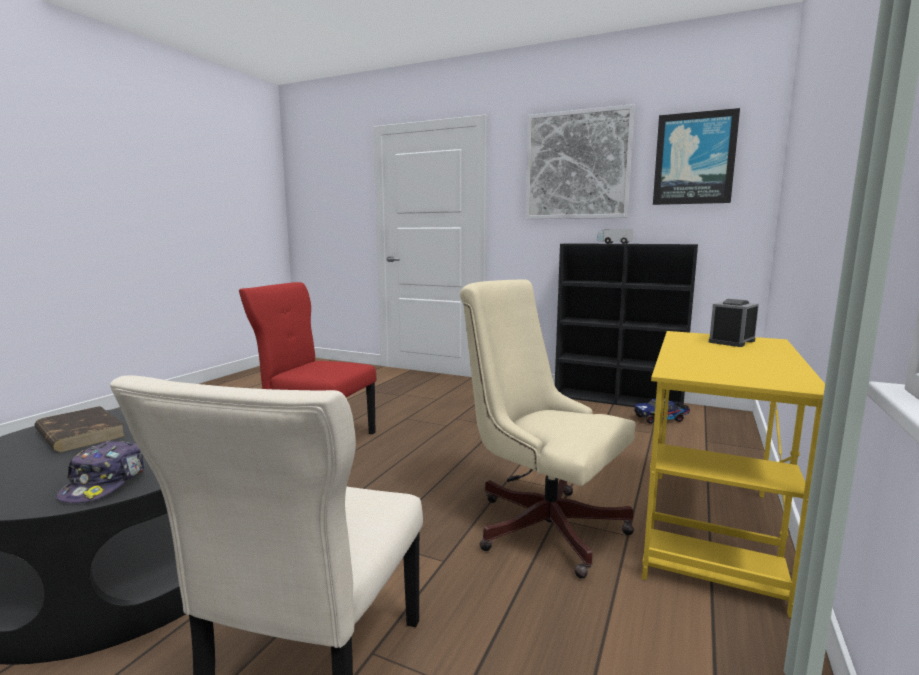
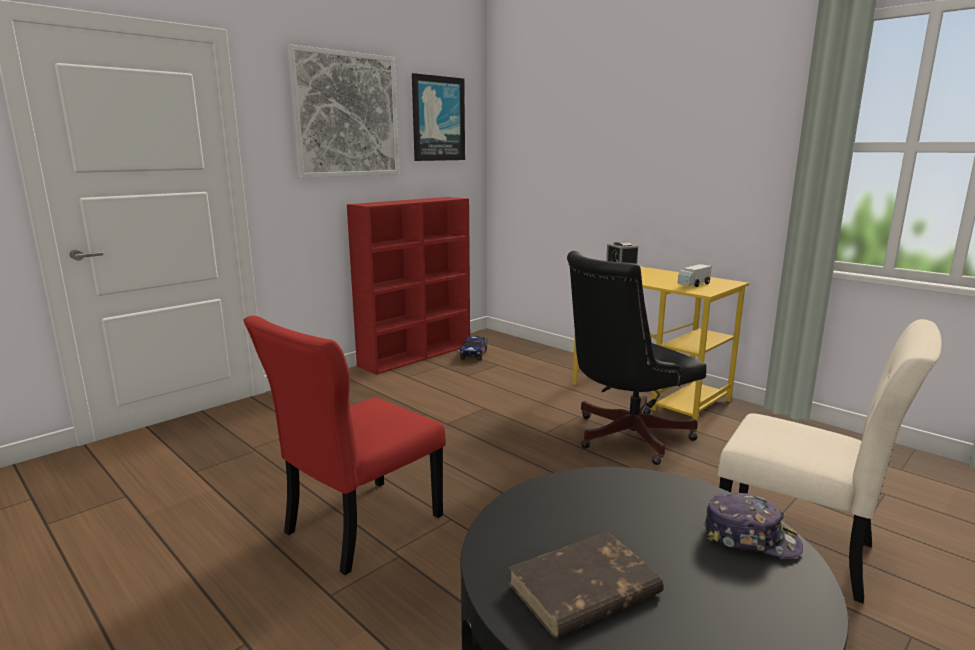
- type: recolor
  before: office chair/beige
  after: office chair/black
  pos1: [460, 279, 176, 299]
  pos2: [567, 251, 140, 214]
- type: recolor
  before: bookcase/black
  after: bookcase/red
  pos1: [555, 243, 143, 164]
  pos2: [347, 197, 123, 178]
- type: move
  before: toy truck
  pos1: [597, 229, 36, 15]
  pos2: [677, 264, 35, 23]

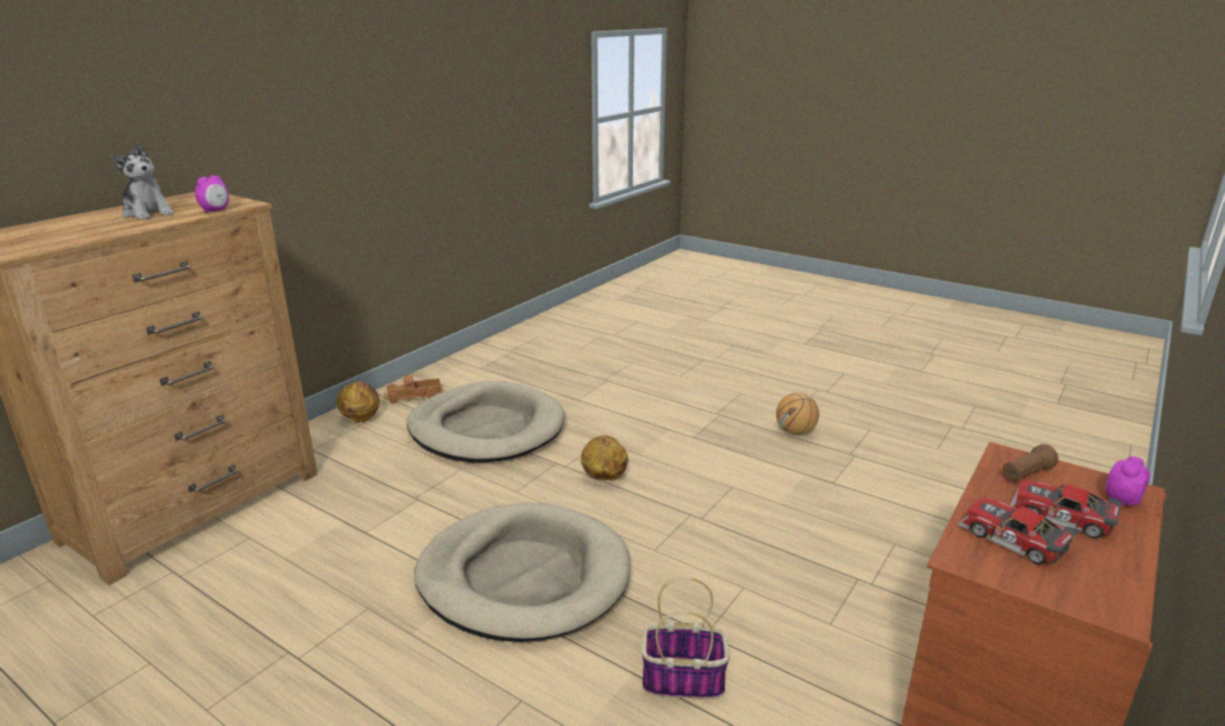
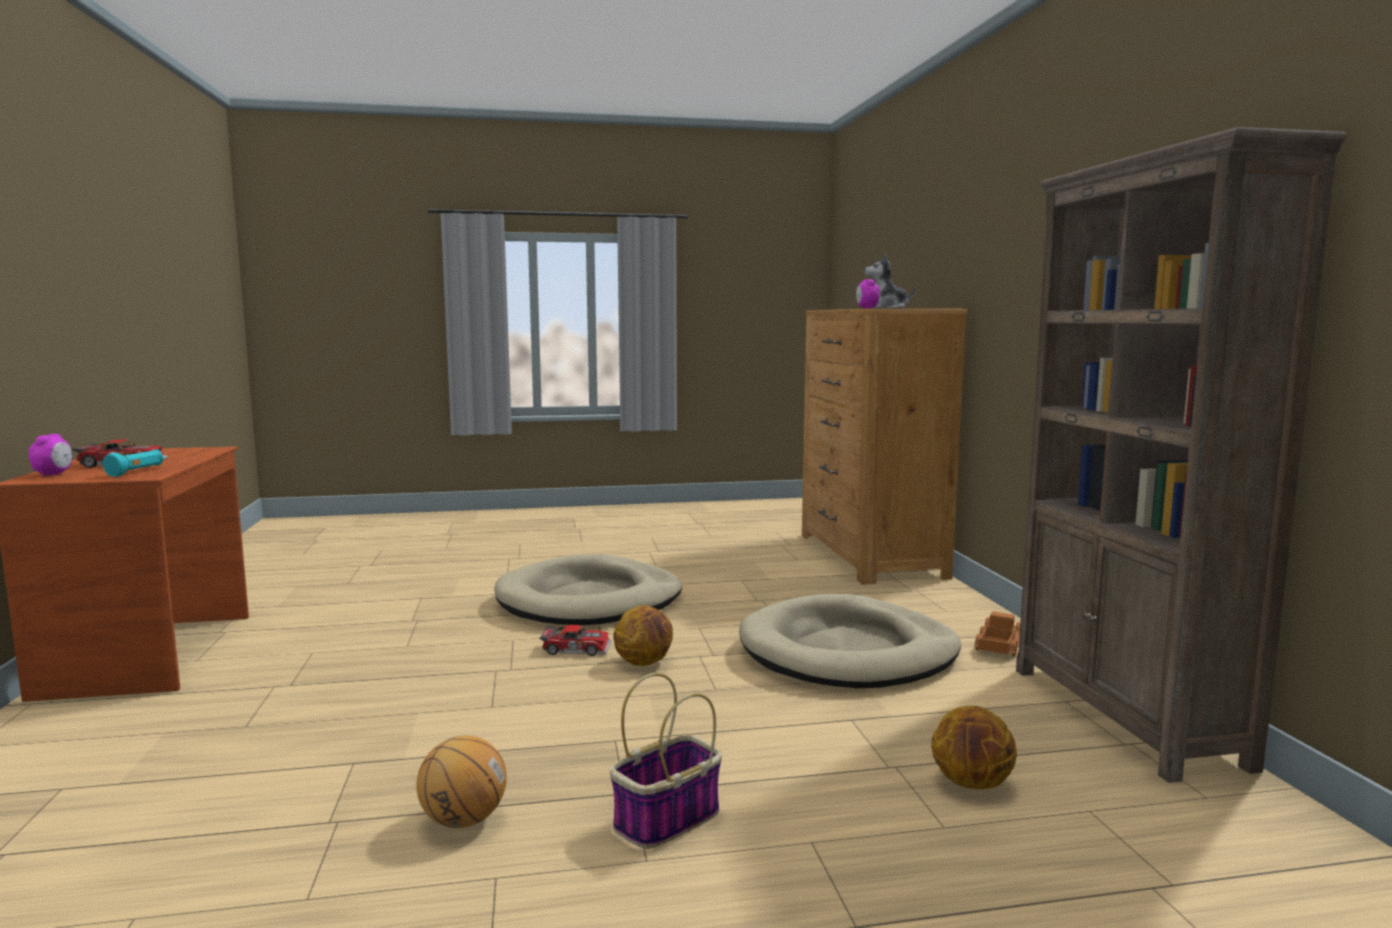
- type: move
  before: basketball
  pos1: [336, 382, 44, 41]
  pos2: [931, 706, 86, 83]
- type: move
  before: basket
  pos1: [641, 577, 89, 122]
  pos2: [610, 673, 112, 176]
- type: move
  before: toy car
  pos1: [958, 498, 121, 67]
  pos2: [540, 625, 72, 31]
- type: recolor
  before: flashlight/brown
  after: flashlight/turquoise
  pos1: [1002, 444, 56, 37]
  pos2: [103, 449, 61, 28]
- type: insert
  after: bookcase/brown
  pos2: [1016, 127, 331, 656]

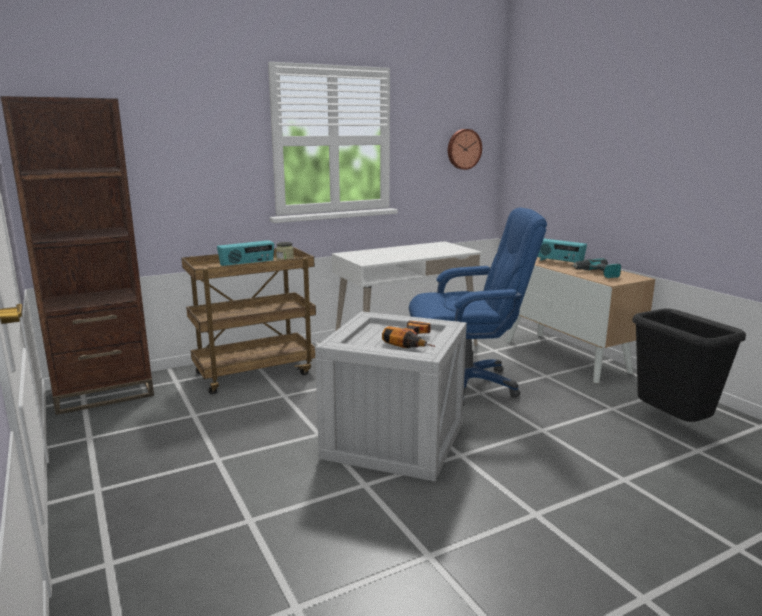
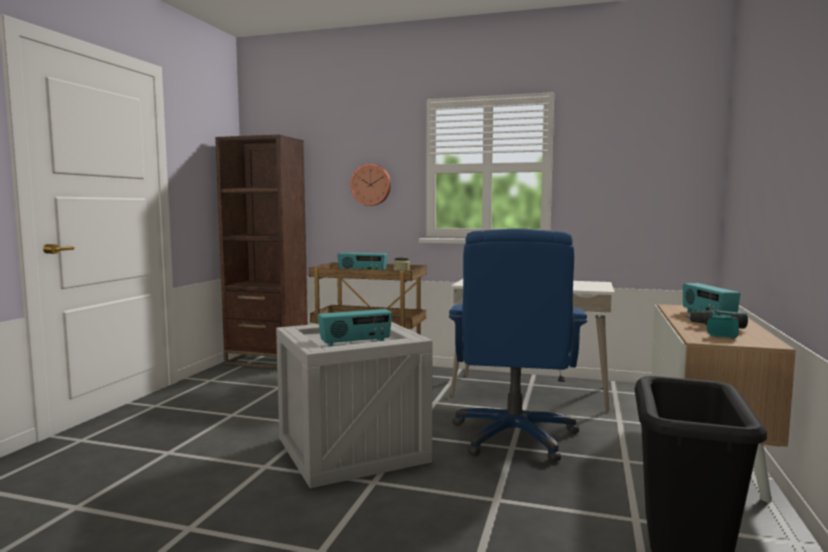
- type: replace
  before: power drill
  after: radio
  pos1: [382, 320, 53, 28]
  pos2: [318, 309, 74, 38]
- type: rotate
  before: office chair/blue
  pos1: [409, 207, 138, 200]
  pos2: [449, 228, 138, 234]
  turn: 60
- type: move
  before: wall clock
  pos1: [448, 129, 34, 41]
  pos2: [350, 164, 41, 42]

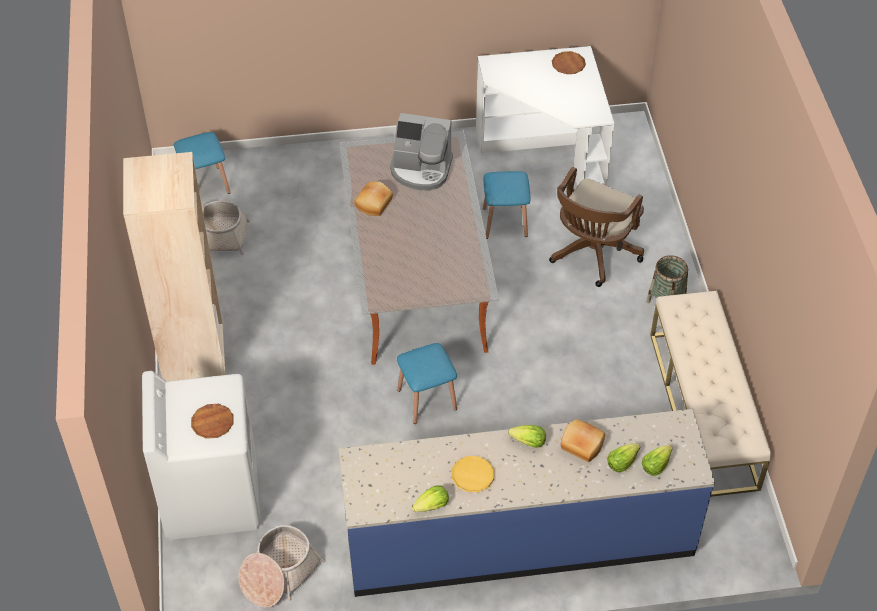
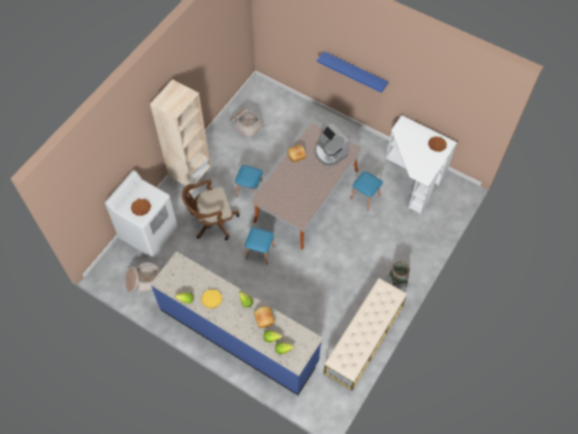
- type: move
  before: stool/blue
  pos1: [174, 132, 57, 62]
  pos2: [235, 165, 28, 31]
- type: move
  before: office chair/brown
  pos1: [549, 167, 95, 120]
  pos2: [182, 179, 57, 61]
- type: insert
  after: shelf/blue
  pos2: [317, 52, 71, 41]

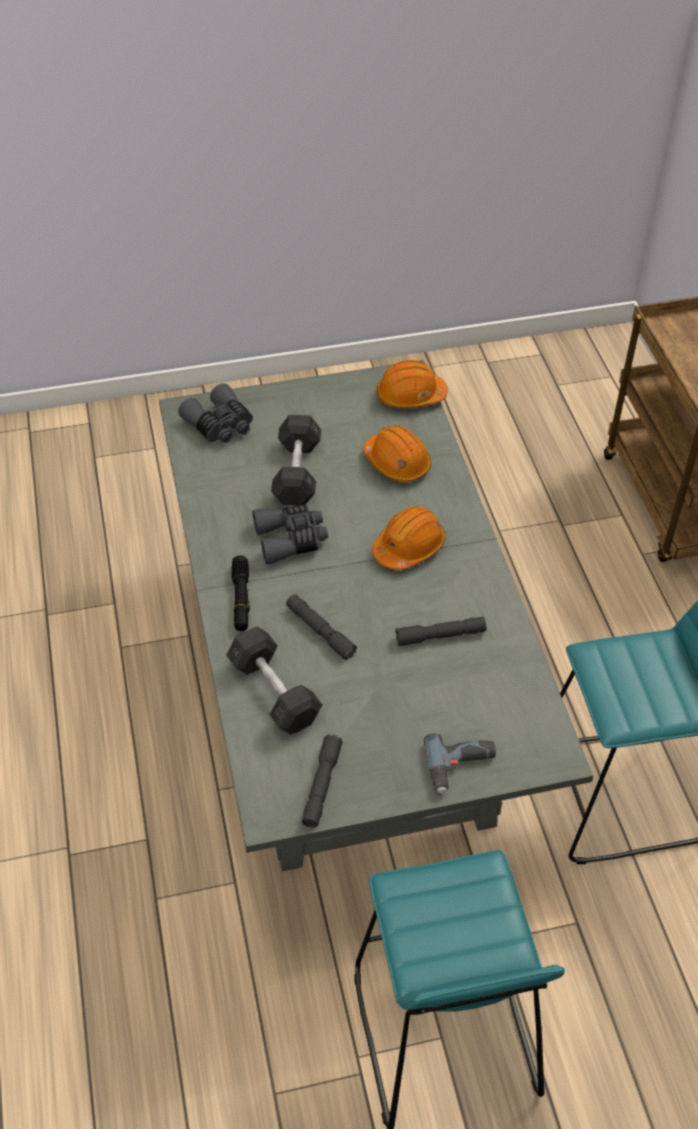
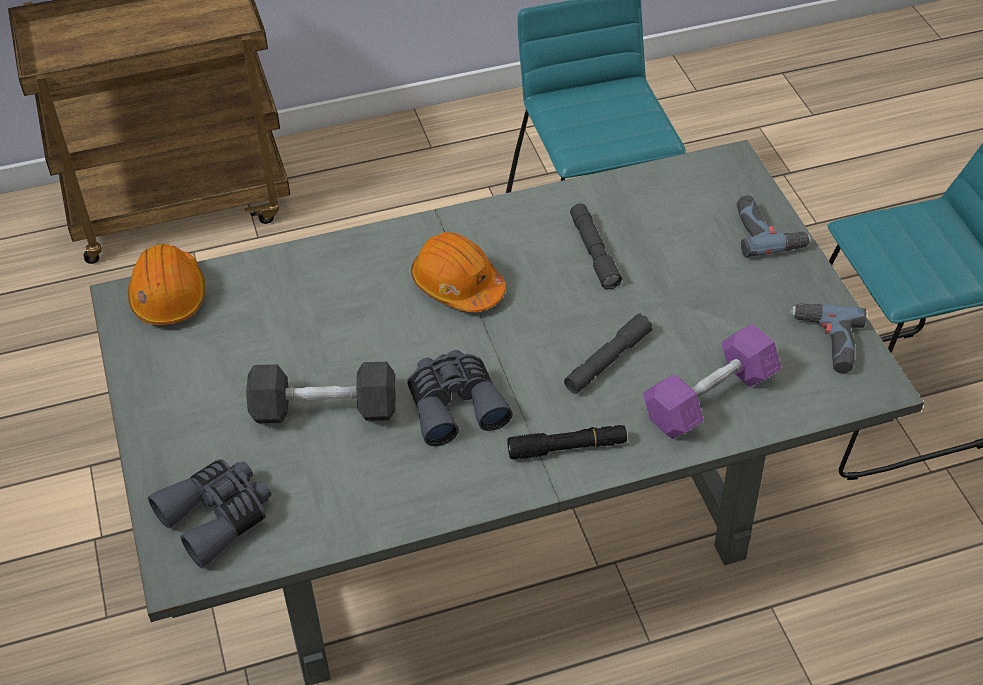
- type: recolor
  before: dumbbell/grey
  after: dumbbell/purple
  pos1: [226, 626, 96, 108]
  pos2: [643, 324, 138, 115]
- type: replace
  before: flashlight/grey
  after: power drill
  pos1: [302, 734, 41, 94]
  pos2: [790, 303, 76, 70]
- type: delete
  before: hard hat/orange
  pos1: [363, 425, 68, 57]

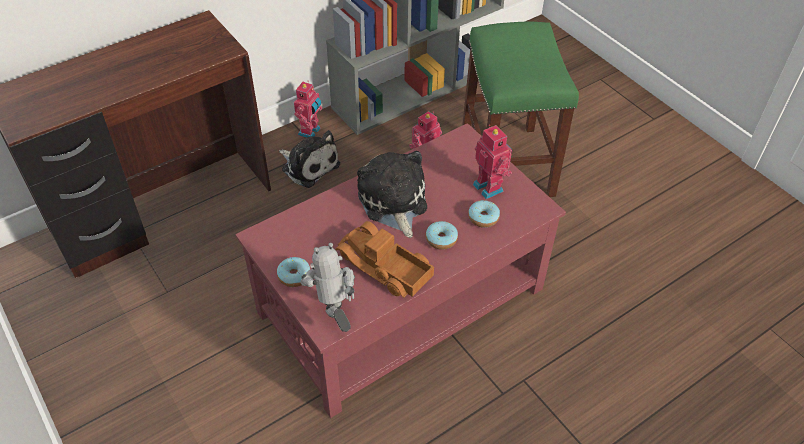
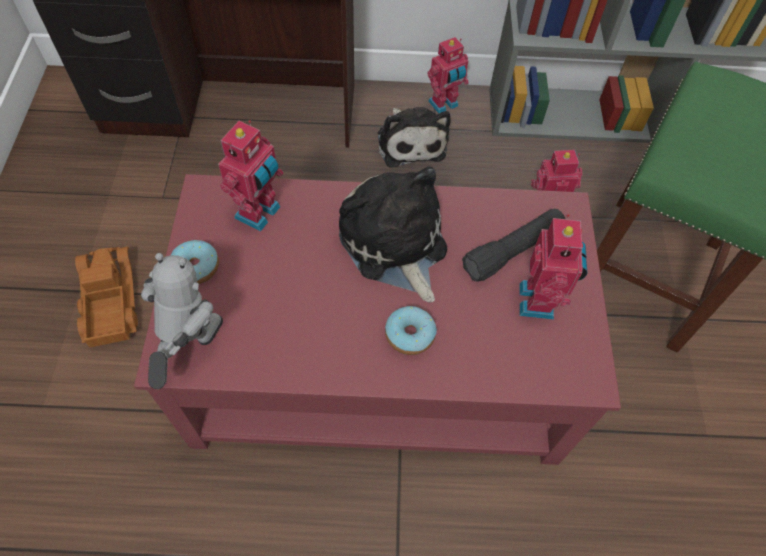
- type: move
  before: toy truck
  pos1: [335, 221, 99, 77]
  pos2: [75, 247, 63, 101]
- type: rotate
  before: plush toy
  pos1: [357, 151, 70, 87]
  pos2: [339, 166, 108, 136]
  turn: -45
- type: delete
  before: donut
  pos1: [468, 200, 32, 28]
- type: insert
  after: toy robot
  pos2: [218, 120, 65, 112]
- type: insert
  after: flashlight/black
  pos2: [462, 209, 103, 72]

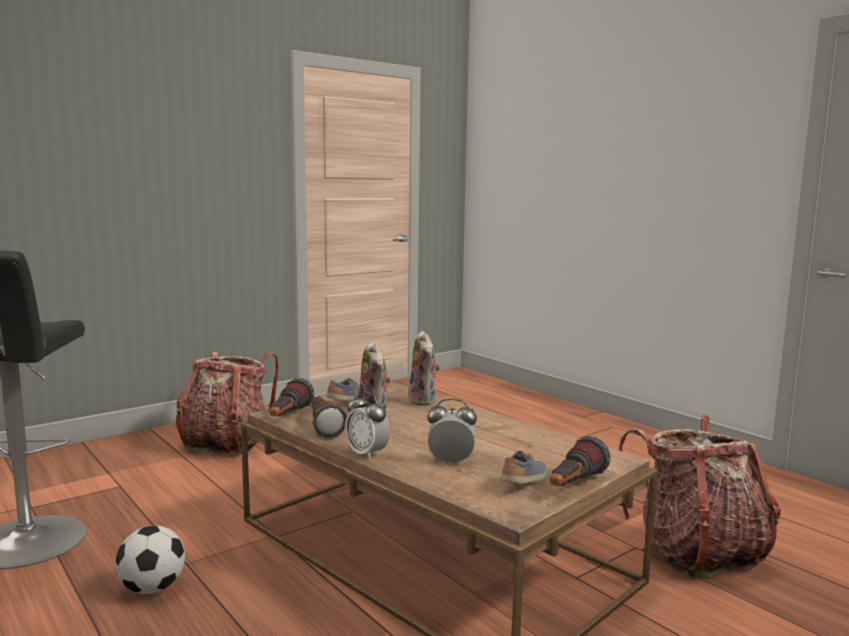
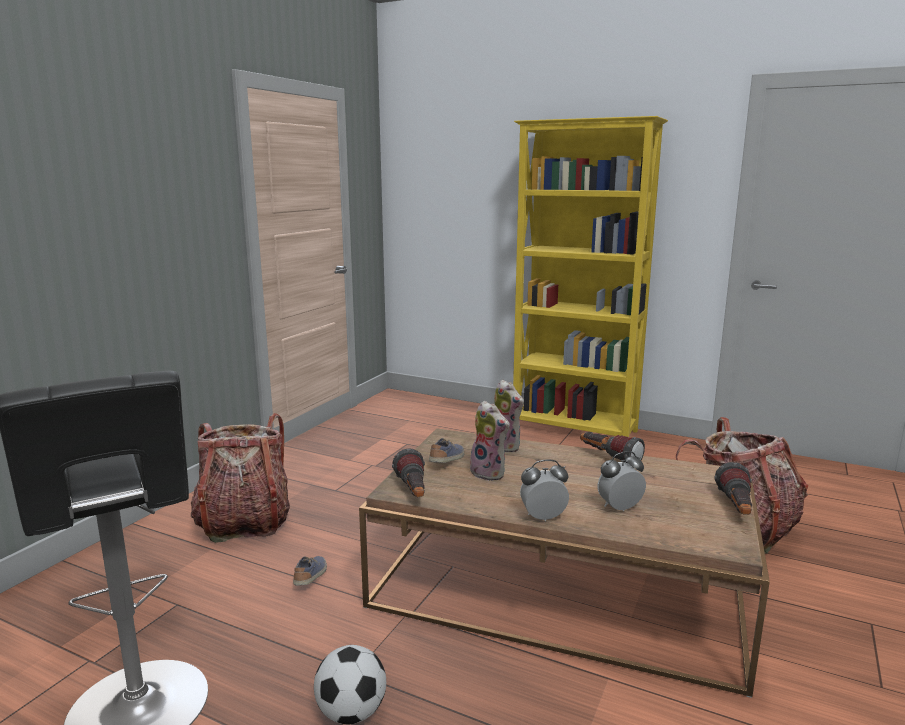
- type: move
  before: flashlight
  pos1: [311, 397, 36, 41]
  pos2: [580, 432, 65, 33]
- type: rotate
  before: alarm clock
  pos1: [345, 391, 45, 69]
  pos2: [520, 460, 49, 61]
  turn: 150
- type: move
  before: shoe
  pos1: [501, 451, 48, 33]
  pos2: [293, 556, 34, 30]
- type: insert
  after: bookcase/yellow
  pos2: [513, 116, 155, 321]

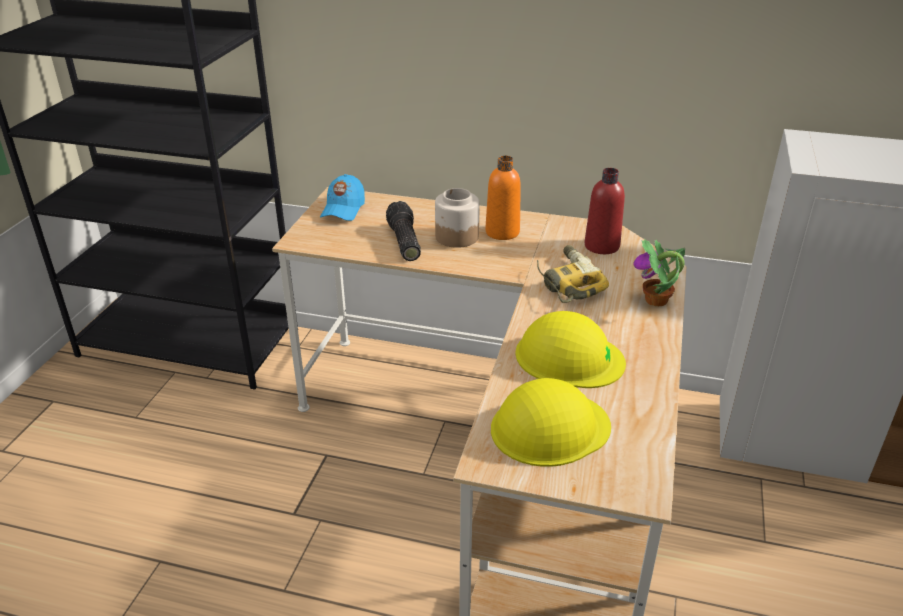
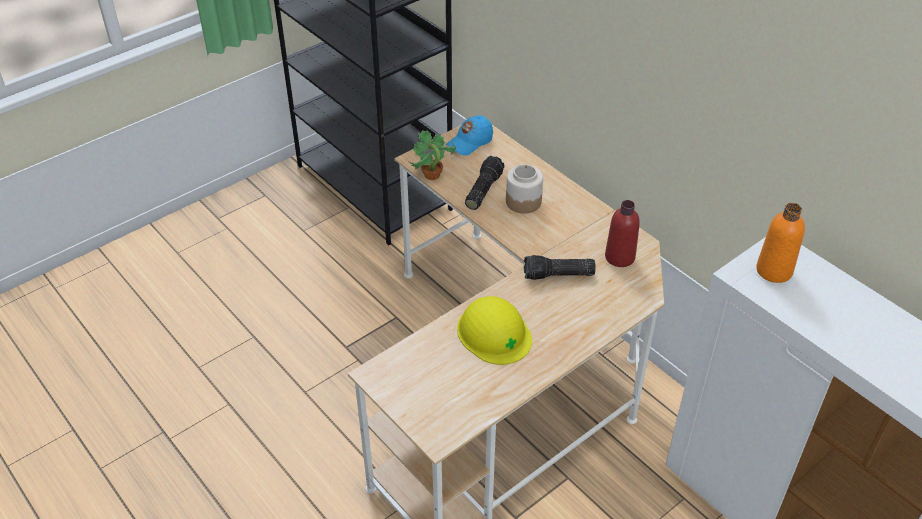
- type: move
  before: bottle/orange
  pos1: [485, 156, 36, 84]
  pos2: [756, 203, 49, 80]
- type: delete
  before: hard hat/yellow
  pos1: [491, 378, 120, 89]
- type: replace
  before: power drill
  after: flashlight
  pos1: [537, 245, 72, 58]
  pos2: [524, 255, 72, 25]
- type: move
  before: potted plant
  pos1: [633, 239, 52, 67]
  pos2: [409, 130, 47, 50]

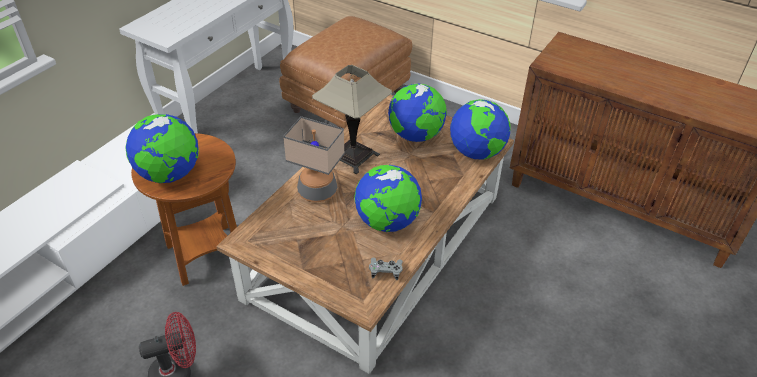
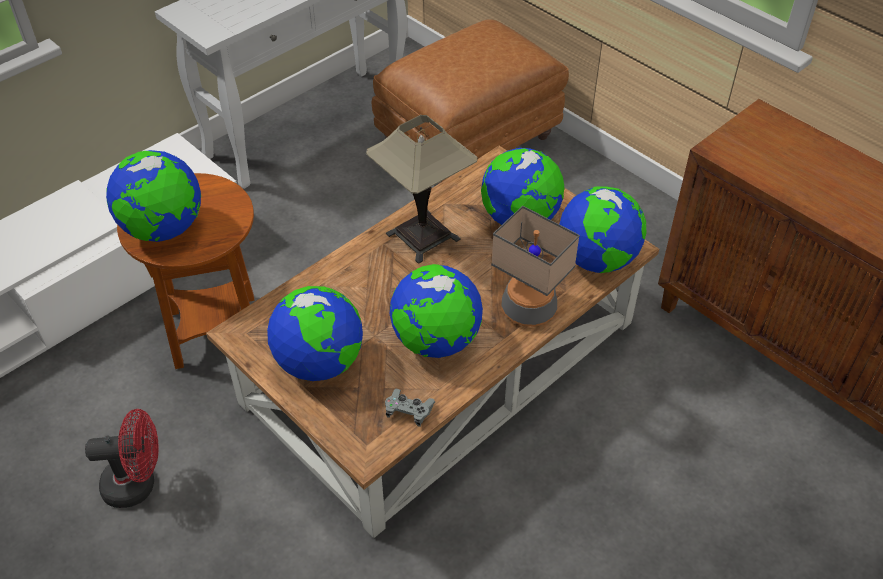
- type: move
  before: table lamp
  pos1: [283, 116, 62, 87]
  pos2: [491, 206, 89, 121]
- type: insert
  after: globe
  pos2: [267, 286, 96, 95]

